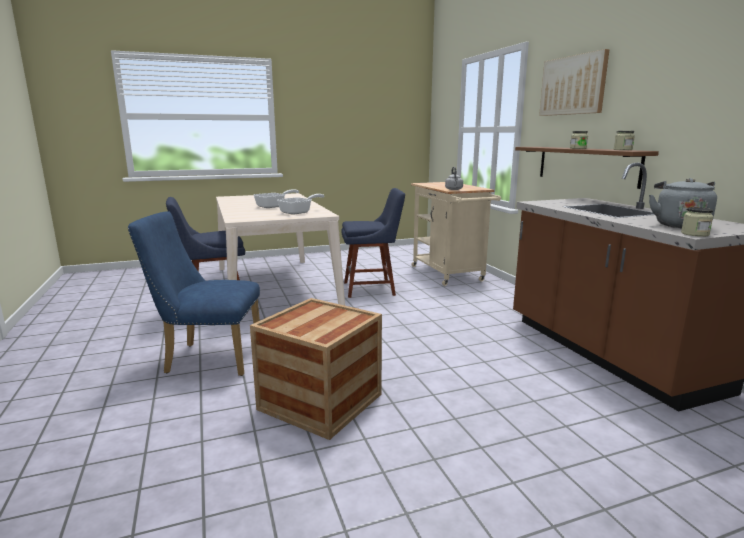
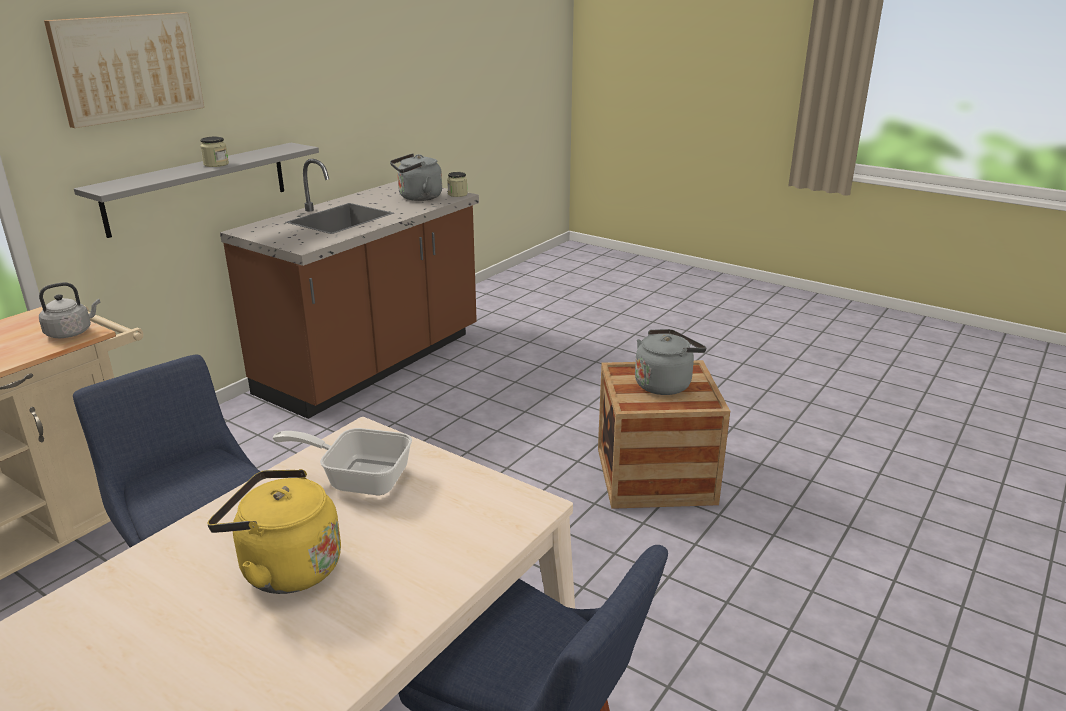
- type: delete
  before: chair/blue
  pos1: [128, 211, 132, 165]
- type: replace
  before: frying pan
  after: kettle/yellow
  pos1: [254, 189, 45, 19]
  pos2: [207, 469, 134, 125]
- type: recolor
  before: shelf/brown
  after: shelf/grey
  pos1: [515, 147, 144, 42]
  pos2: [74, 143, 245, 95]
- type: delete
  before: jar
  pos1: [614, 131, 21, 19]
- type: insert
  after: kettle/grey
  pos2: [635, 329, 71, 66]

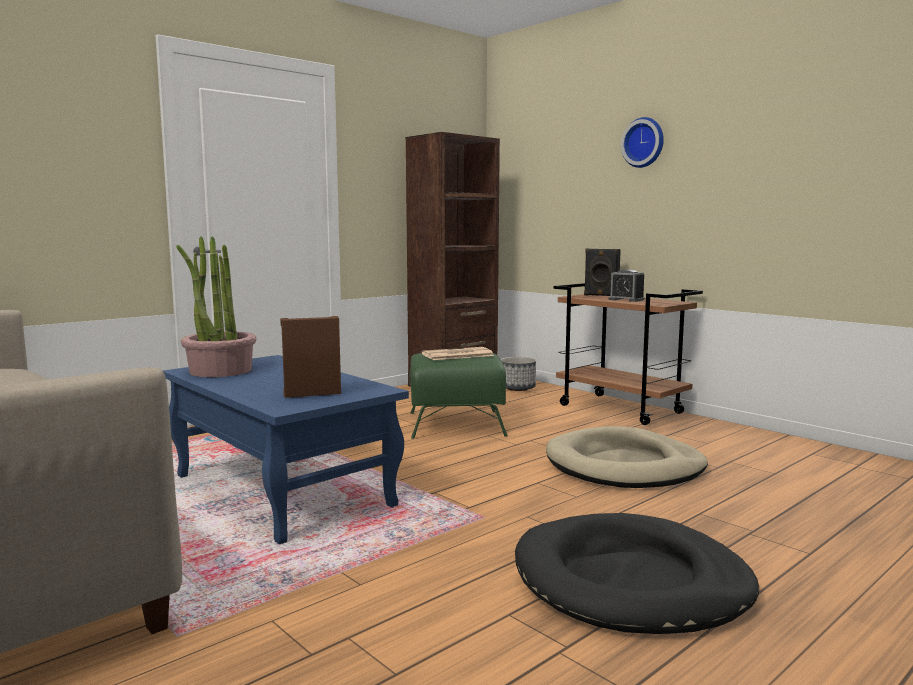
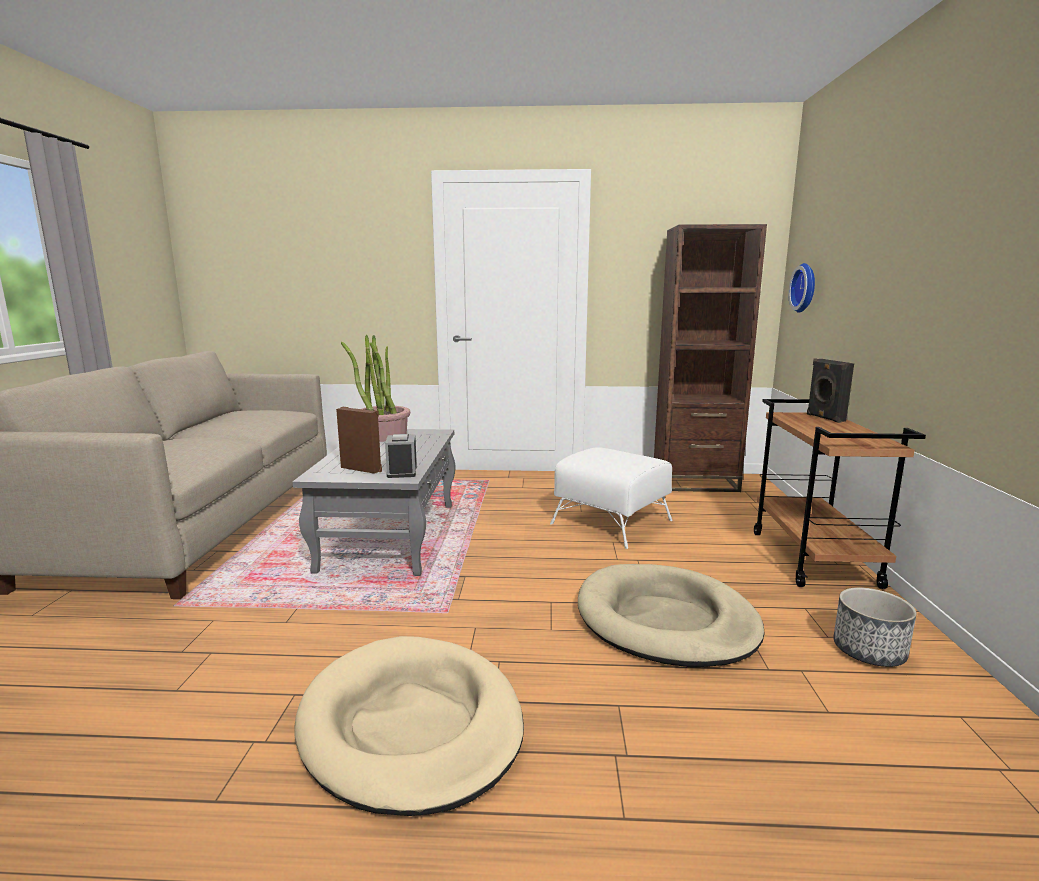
- type: recolor
  before: coffee table/blue
  after: coffee table/grey
  pos1: [163, 355, 246, 189]
  pos2: [292, 429, 163, 147]
- type: recolor
  before: ottoman/green
  after: ottoman/white
  pos1: [410, 353, 98, 86]
  pos2: [550, 447, 123, 102]
- type: delete
  before: newspaper
  pos1: [422, 347, 72, 13]
- type: move
  before: planter
  pos1: [501, 357, 35, 34]
  pos2: [833, 587, 84, 80]
- type: recolor
  before: dog bed/black
  after: dog bed/beige
  pos1: [515, 513, 244, 121]
  pos2: [294, 636, 230, 180]
- type: move
  before: alarm clock
  pos1: [609, 269, 36, 33]
  pos2: [385, 434, 32, 44]
- type: move
  before: wall clock
  pos1: [621, 117, 43, 51]
  pos2: [788, 263, 27, 50]

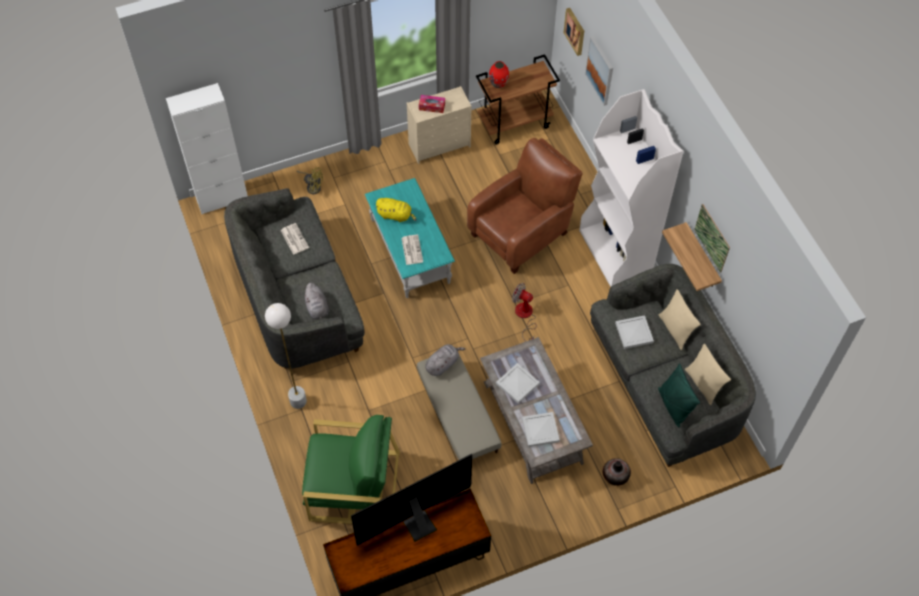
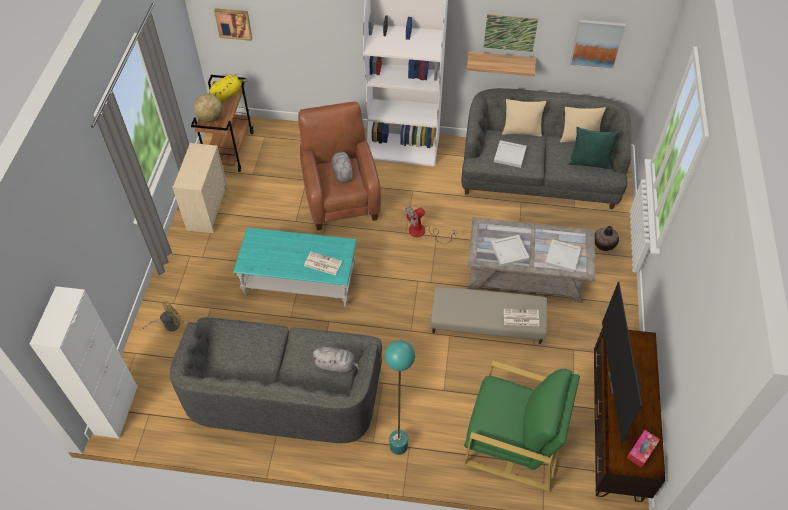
- type: recolor
  before: floor lamp/white
  after: floor lamp/turquoise
  pos1: [265, 303, 42, 106]
  pos2: [385, 340, 30, 115]
- type: move
  before: newspaper
  pos1: [281, 223, 28, 32]
  pos2: [504, 309, 35, 17]
- type: rotate
  before: armchair/green
  pos1: [302, 415, 98, 109]
  pos2: [464, 361, 116, 131]
  turn: 75
- type: move
  before: plush toy/yellow
  pos1: [375, 198, 41, 24]
  pos2: [210, 74, 38, 28]
- type: move
  before: tissue box
  pos1: [419, 95, 26, 18]
  pos2: [627, 430, 33, 38]
- type: move
  before: plush toy/grey
  pos1: [425, 344, 41, 32]
  pos2: [331, 152, 22, 31]
- type: replace
  before: vase/red
  after: globe
  pos1: [489, 61, 20, 27]
  pos2: [194, 94, 29, 29]
- type: move
  before: picture
  pos1: [585, 36, 28, 70]
  pos2: [570, 20, 56, 50]

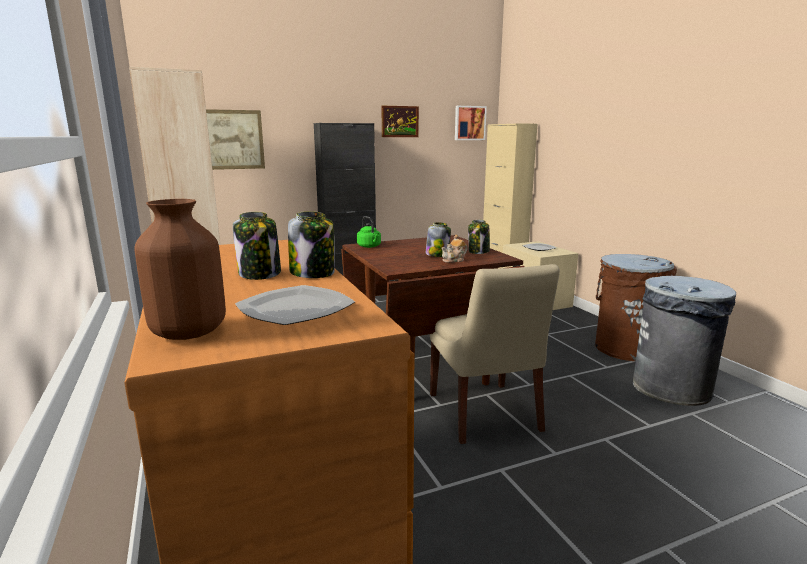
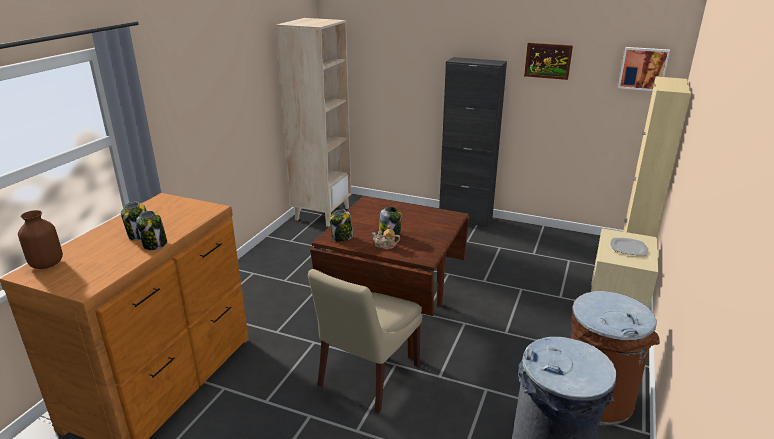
- type: delete
  before: picture
  pos1: [206, 109, 59, 61]
- type: delete
  before: plate
  pos1: [235, 285, 120, 40]
- type: delete
  before: kettle/green
  pos1: [357, 216, 24, 32]
- type: move
  before: jar
  pos1: [468, 220, 22, 34]
  pos2: [329, 209, 24, 33]

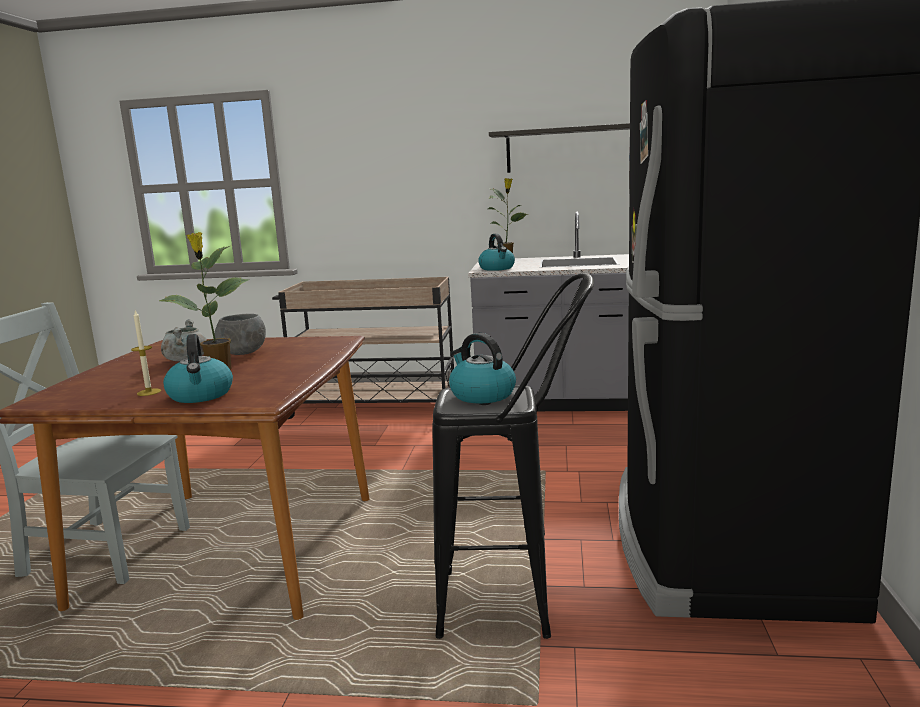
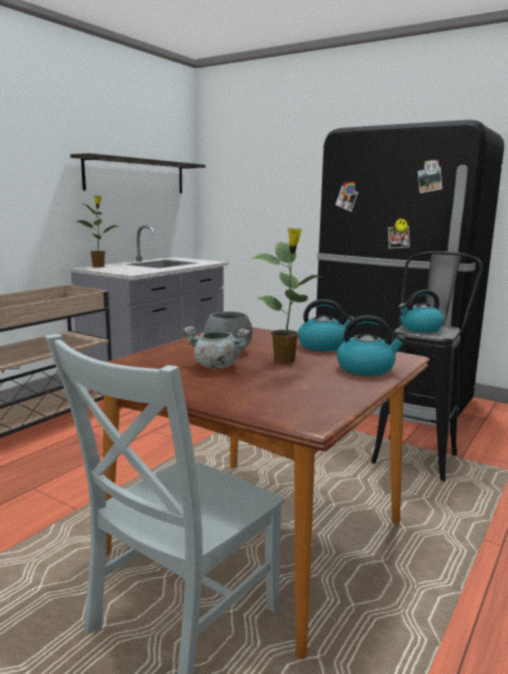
- type: delete
  before: candle
  pos1: [131, 311, 30, 85]
- type: move
  before: kettle
  pos1: [478, 233, 37, 38]
  pos2: [298, 299, 56, 52]

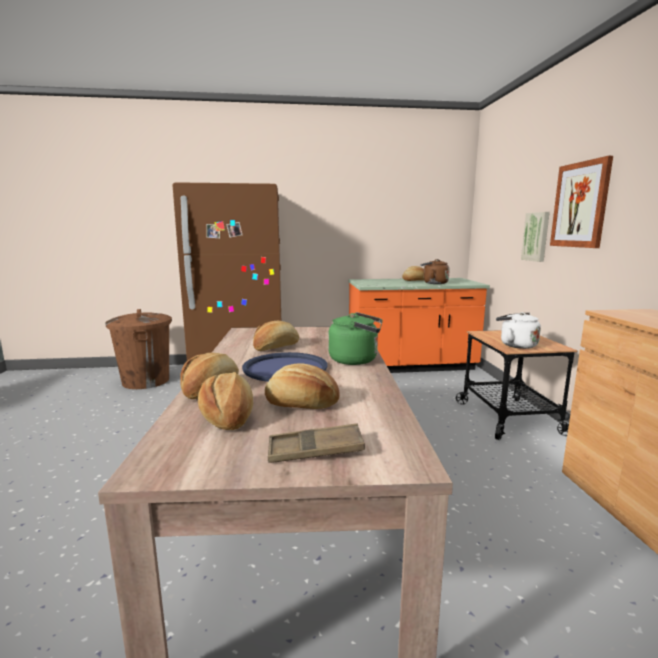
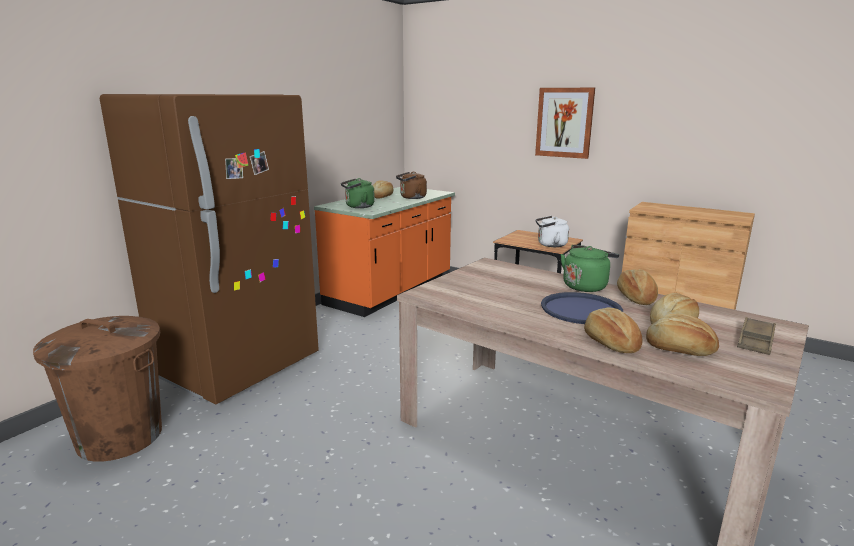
- type: move
  before: bread
  pos1: [253, 321, 46, 30]
  pos2: [617, 269, 41, 36]
- type: delete
  before: picture
  pos1: [521, 212, 29, 50]
- type: insert
  after: kettle/green
  pos2: [341, 178, 34, 30]

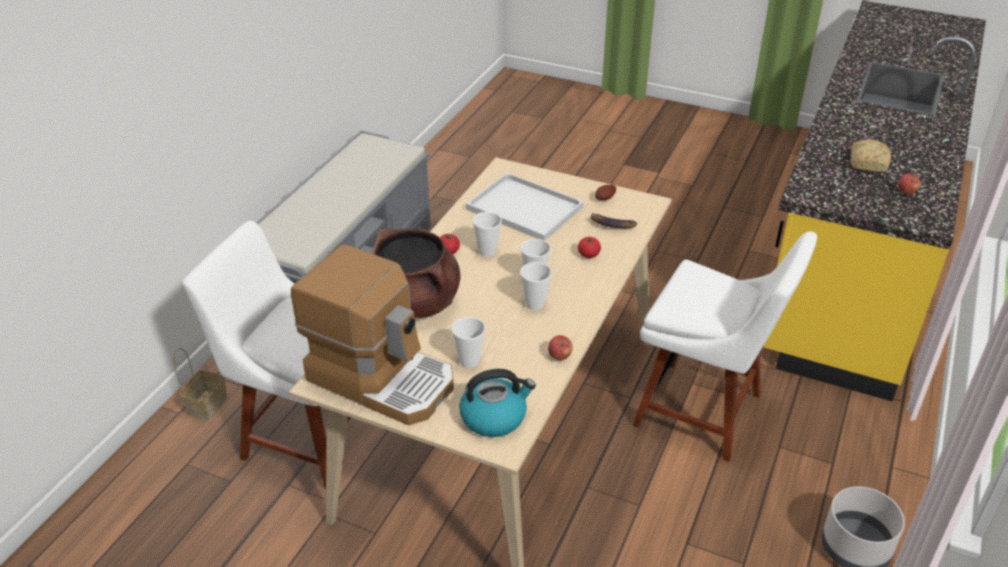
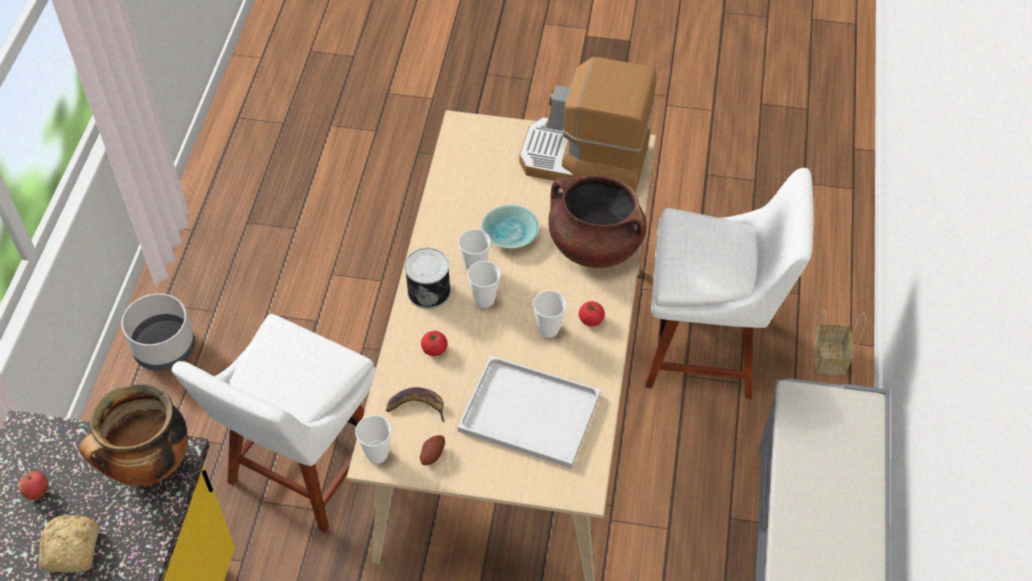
- type: move
  before: cup
  pos1: [452, 317, 33, 51]
  pos2: [355, 415, 37, 49]
- type: delete
  before: kettle
  pos1: [459, 369, 77, 68]
- type: delete
  before: apple
  pos1: [548, 335, 25, 25]
- type: rotate
  before: chair/white
  pos1: [633, 231, 184, 231]
  pos2: [172, 314, 204, 219]
  turn: -75
- type: insert
  after: cooking pot
  pos2: [79, 384, 109, 102]
- type: insert
  after: can
  pos2: [405, 248, 46, 61]
- type: insert
  after: bowl/turquoise
  pos2: [481, 205, 58, 43]

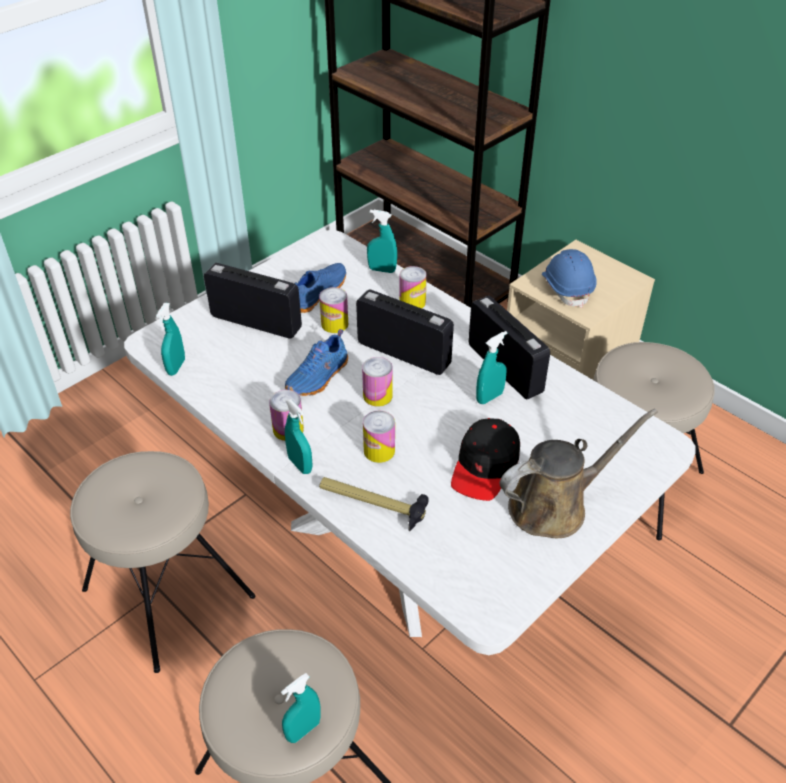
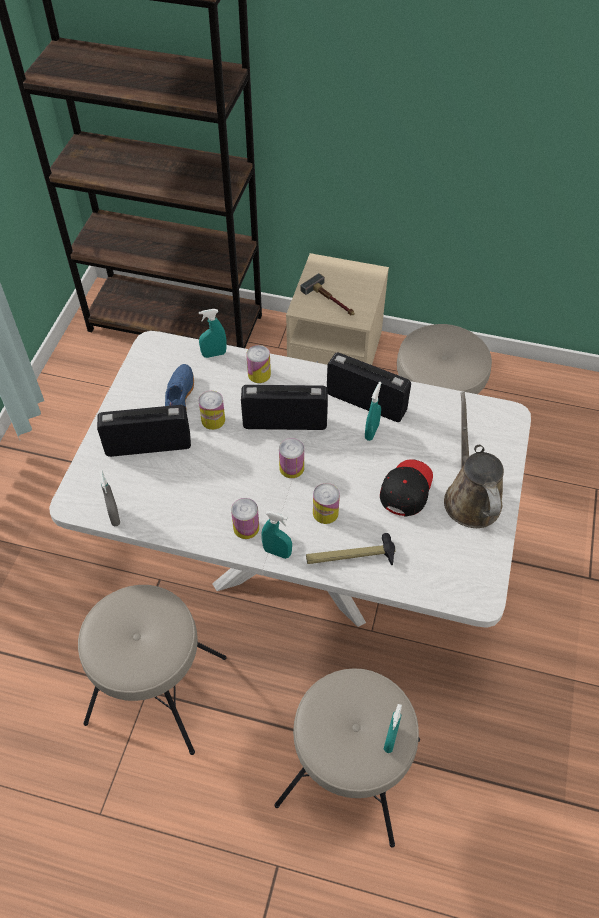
- type: recolor
  before: spray bottle/turquoise
  after: spray bottle/grey
  pos1: [156, 303, 29, 73]
  pos2: [99, 470, 21, 56]
- type: delete
  before: shoe/blue
  pos1: [285, 329, 63, 67]
- type: rotate
  before: cap/black
  pos1: [451, 418, 69, 83]
  pos2: [380, 459, 53, 57]
  turn: -150
- type: rotate
  before: watering can/brown
  pos1: [500, 409, 158, 129]
  pos2: [444, 392, 60, 136]
  turn: -45
- type: replace
  before: hard hat/blue
  after: hammer
  pos1: [542, 249, 55, 59]
  pos2: [300, 273, 55, 42]

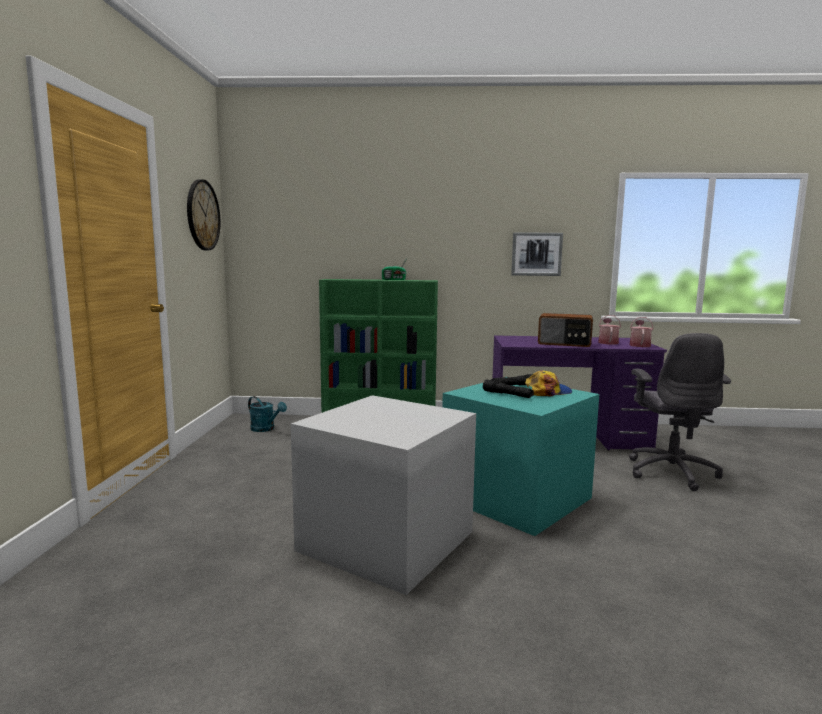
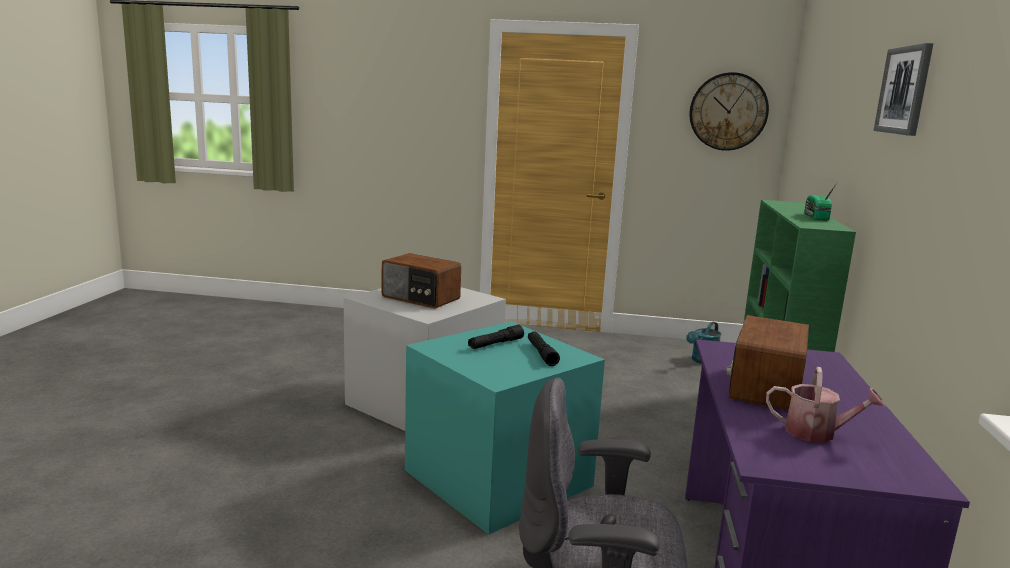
- type: move
  before: picture
  pos1: [511, 232, 52, 44]
  pos2: [874, 43, 59, 93]
- type: delete
  before: cap
  pos1: [525, 370, 47, 26]
- type: delete
  before: watering can
  pos1: [630, 317, 24, 30]
- type: insert
  after: radio
  pos2: [382, 253, 79, 56]

